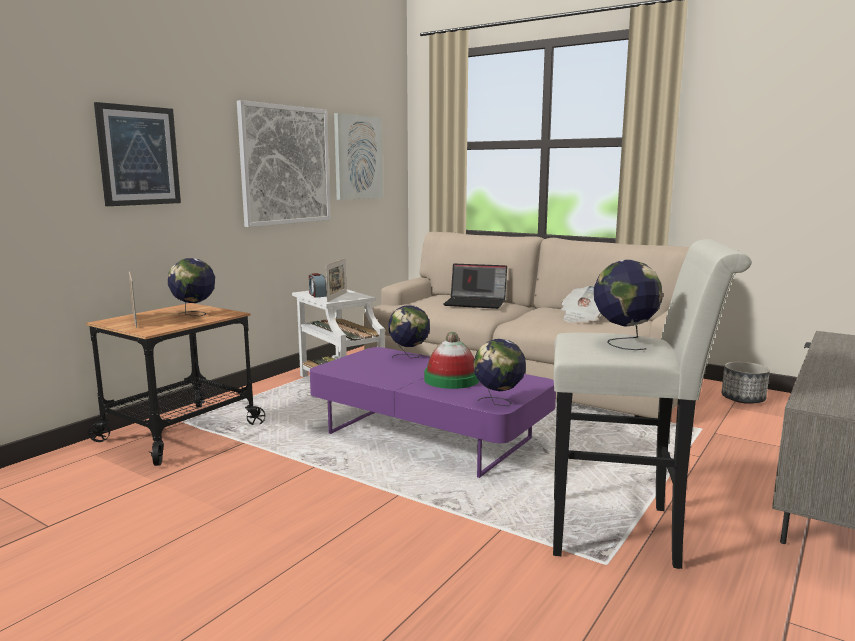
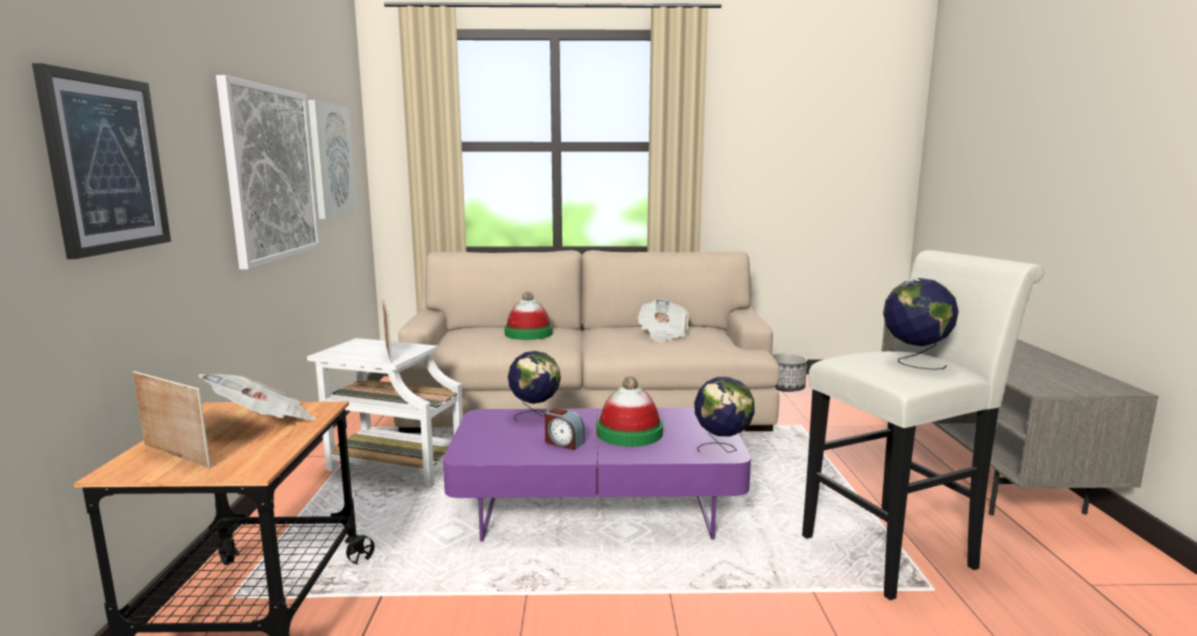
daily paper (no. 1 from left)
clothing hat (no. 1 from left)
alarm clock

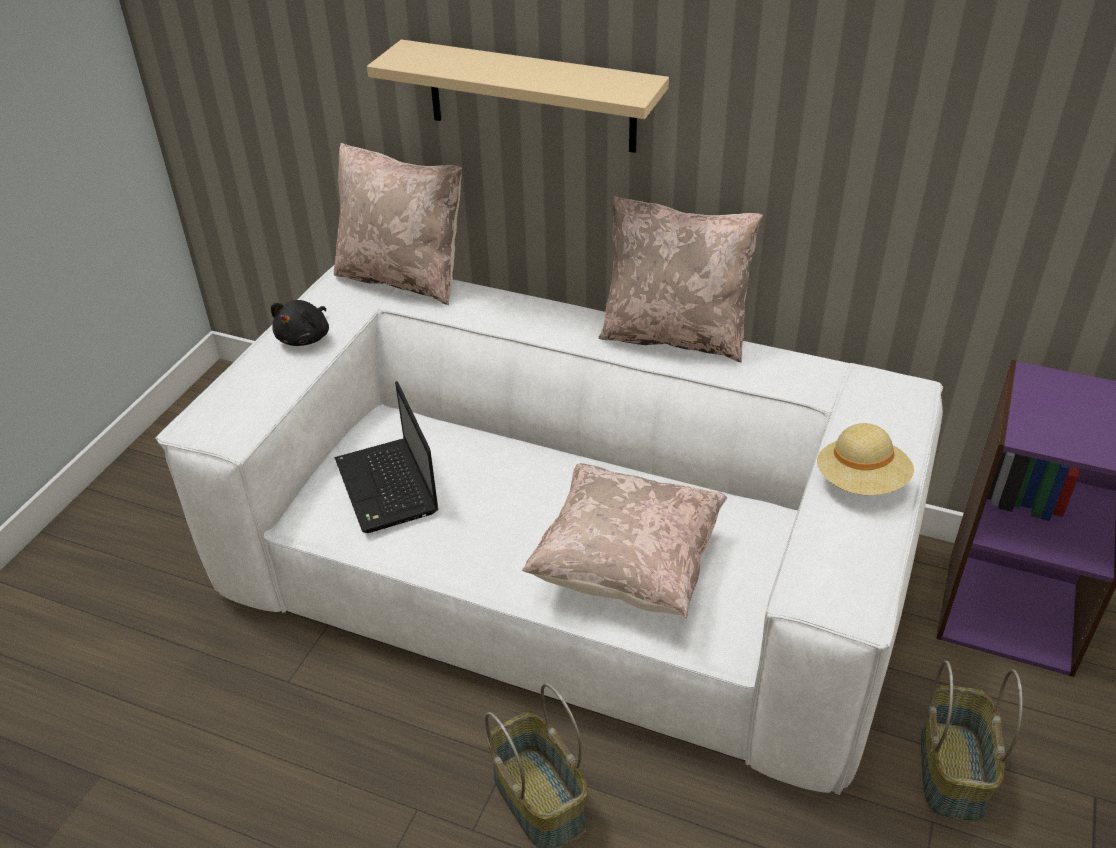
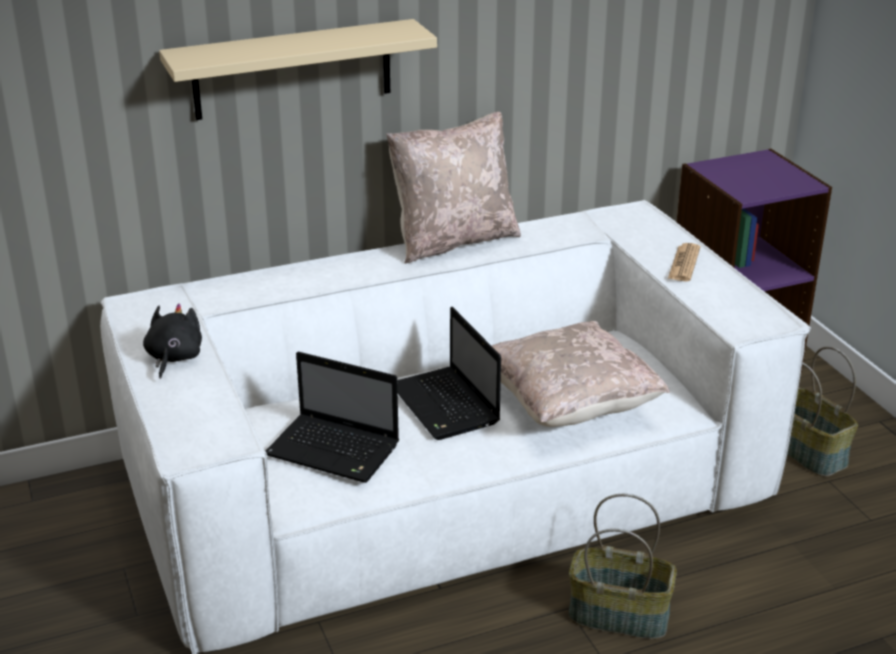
sand-coloured pillow (no. 1 from left in the first image)
black soft toy
daily paper
portable computer (no. 2 from left)

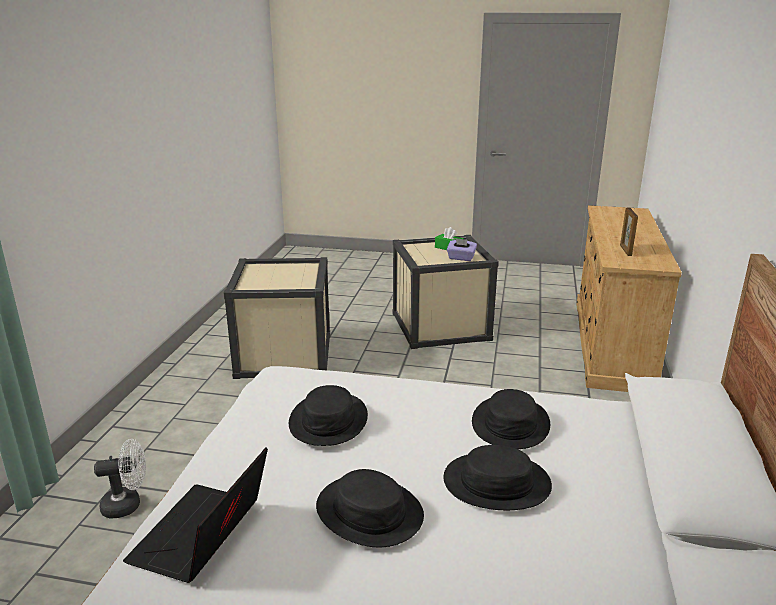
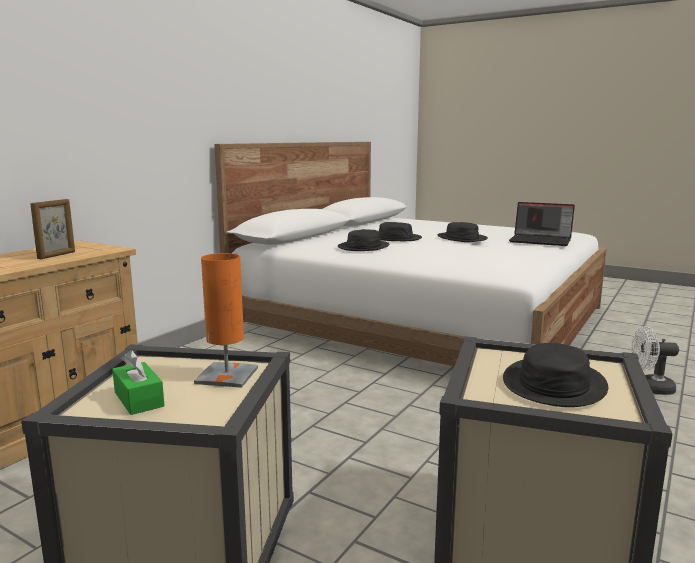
purplish tissue box
black clothing hat (no. 4 from left)
portable computer
orange table lamp

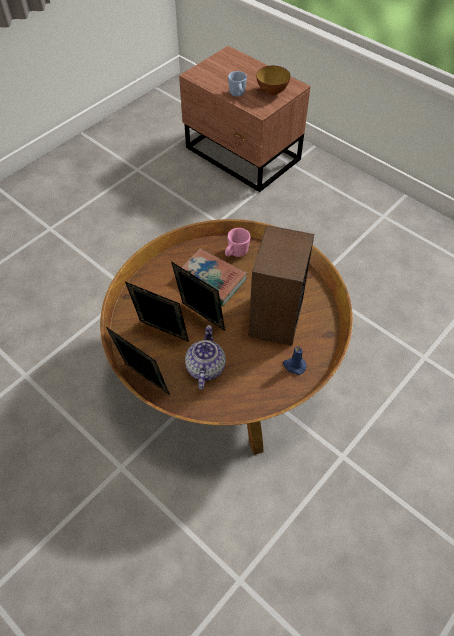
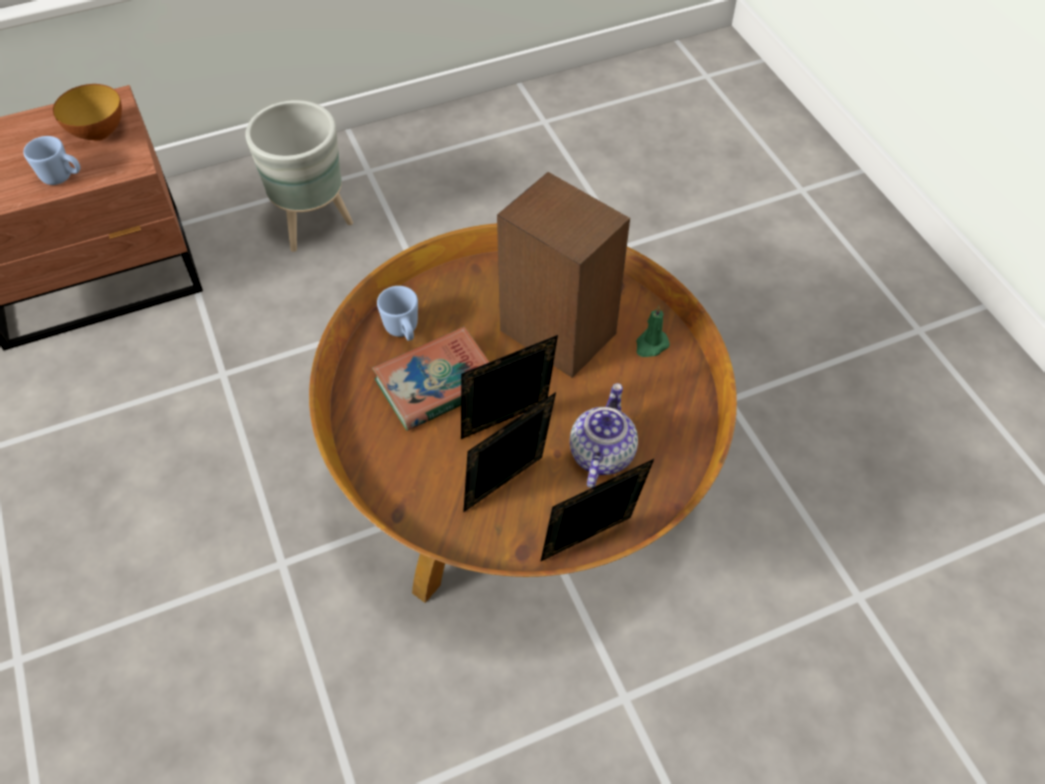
blue coffee mug (no. 2 from left)
tea pot
greenish wax candle
greyish flower pot

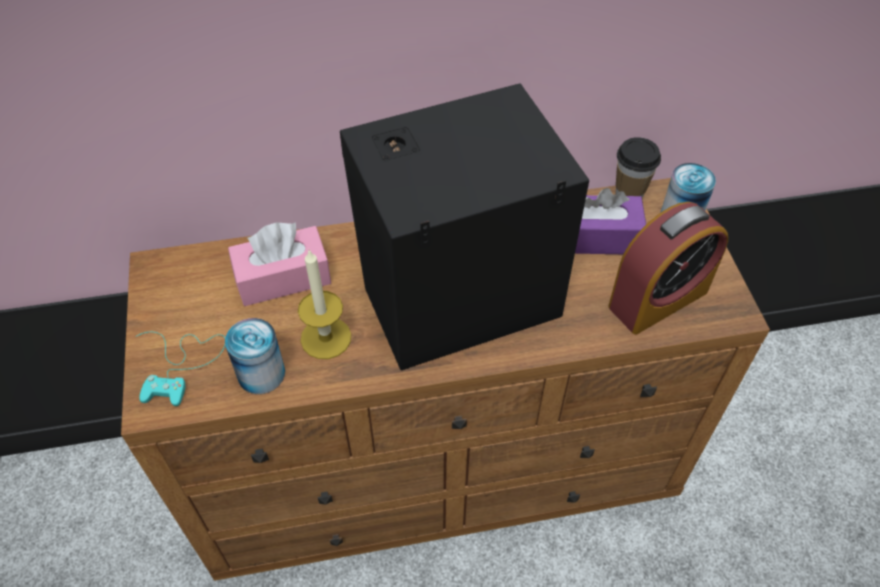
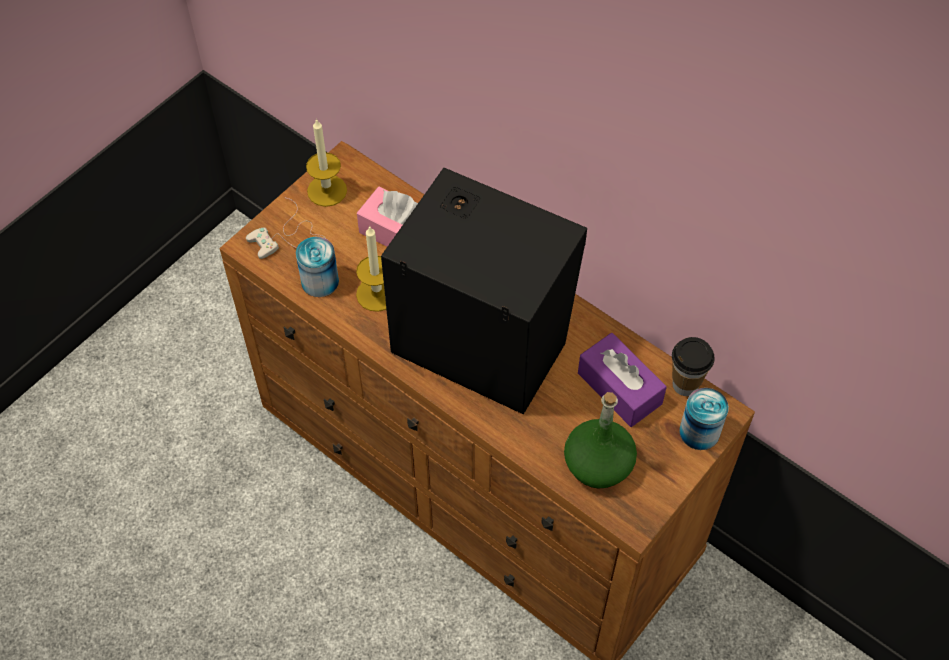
greenish bottle
whitish game controller
wax candle (no. 1 from left)

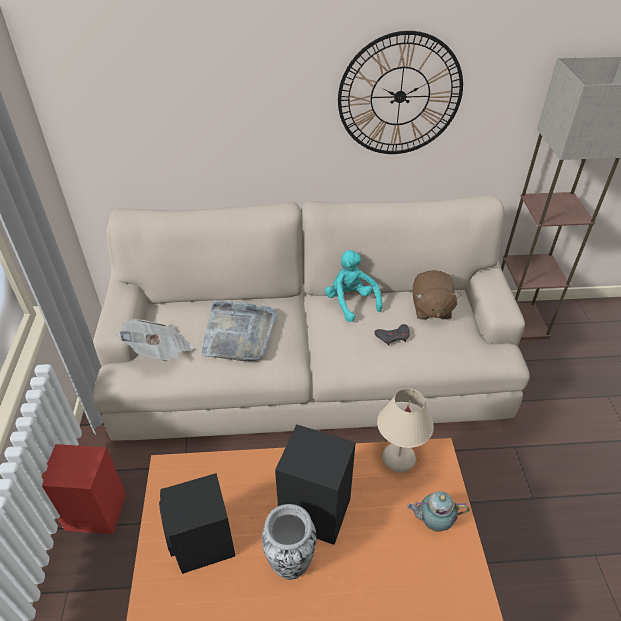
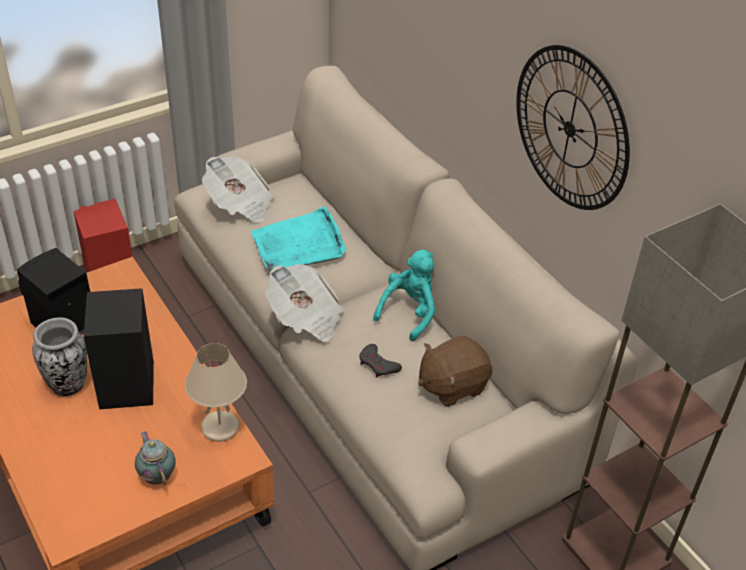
turquoise-coloured carrying tray
daily paper (no. 2 from left)

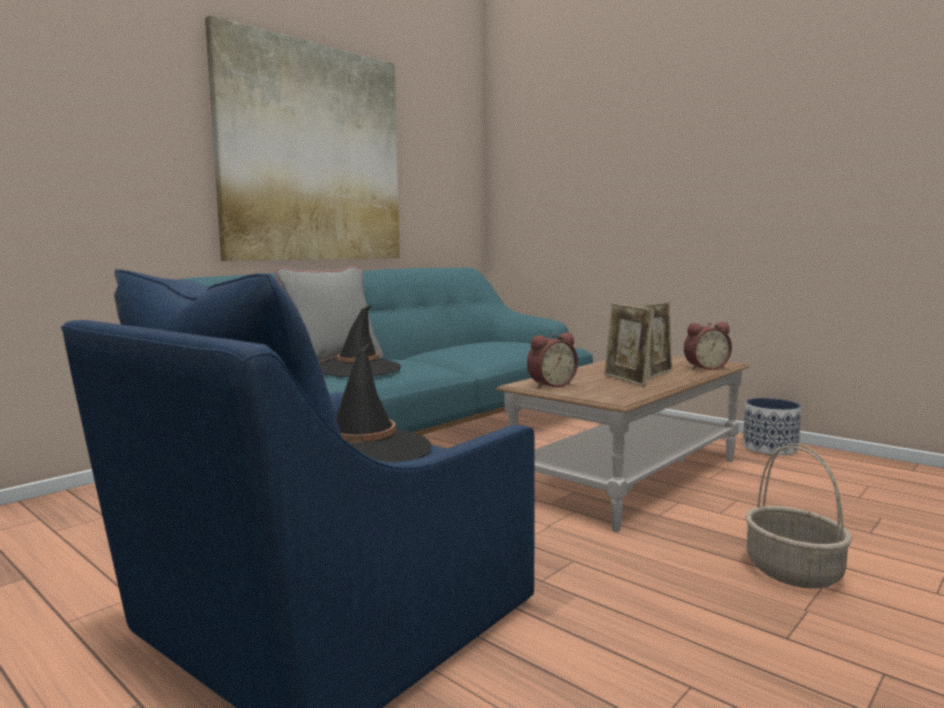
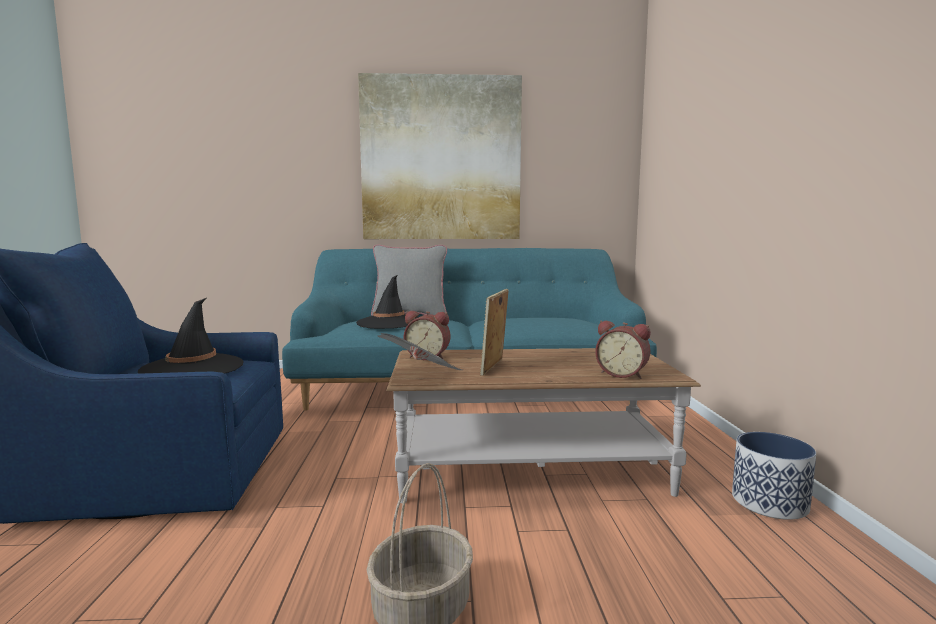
standing frame (no. 2 from left in the first image)
daily paper

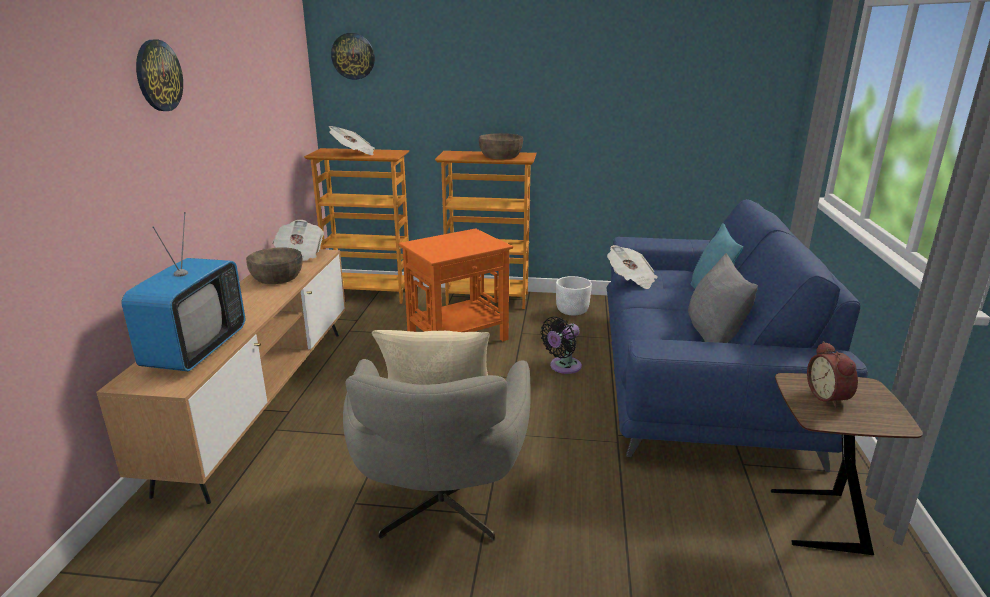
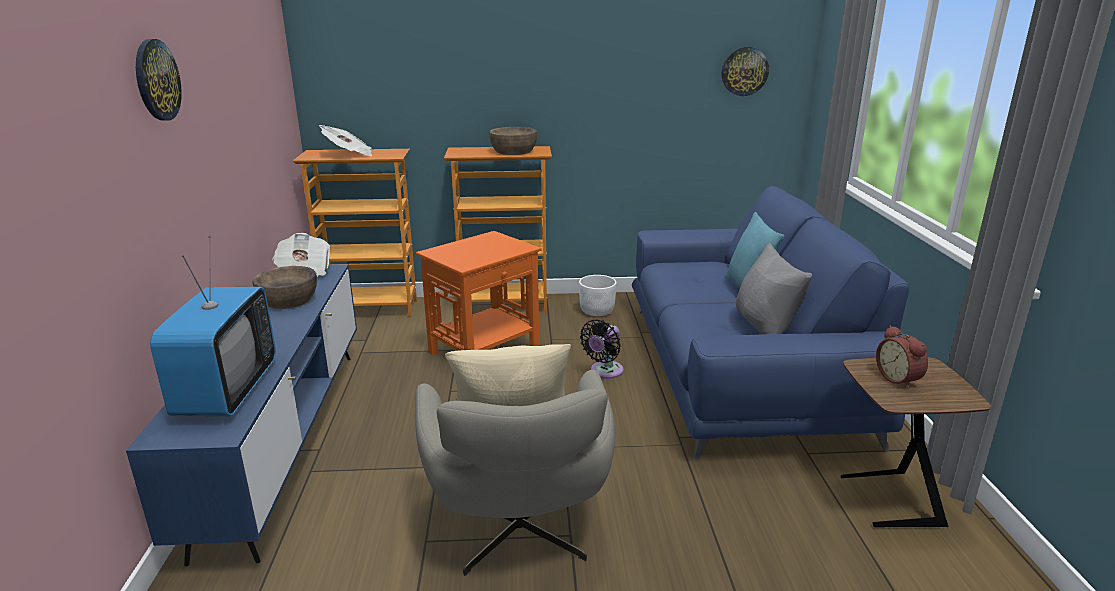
wall clock (no. 2 from left)
daily paper (no. 3 from left in the first image)
blue media console

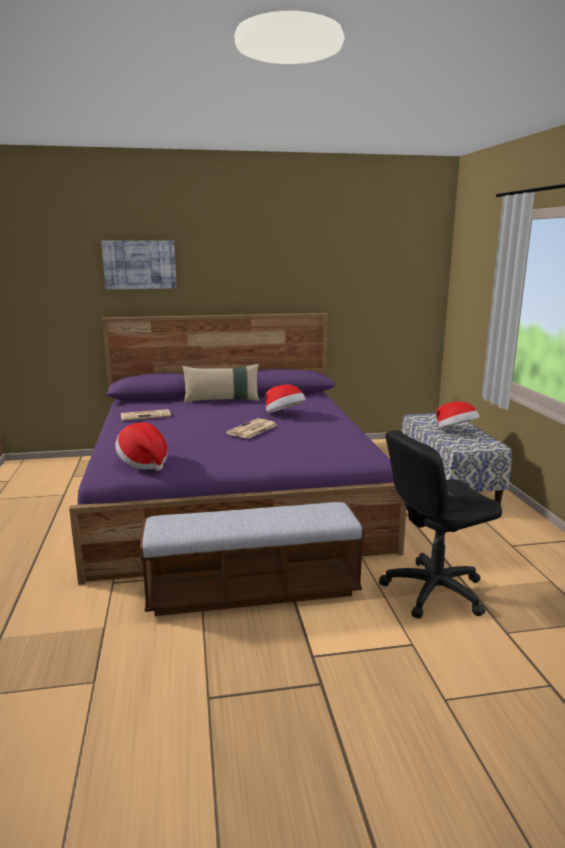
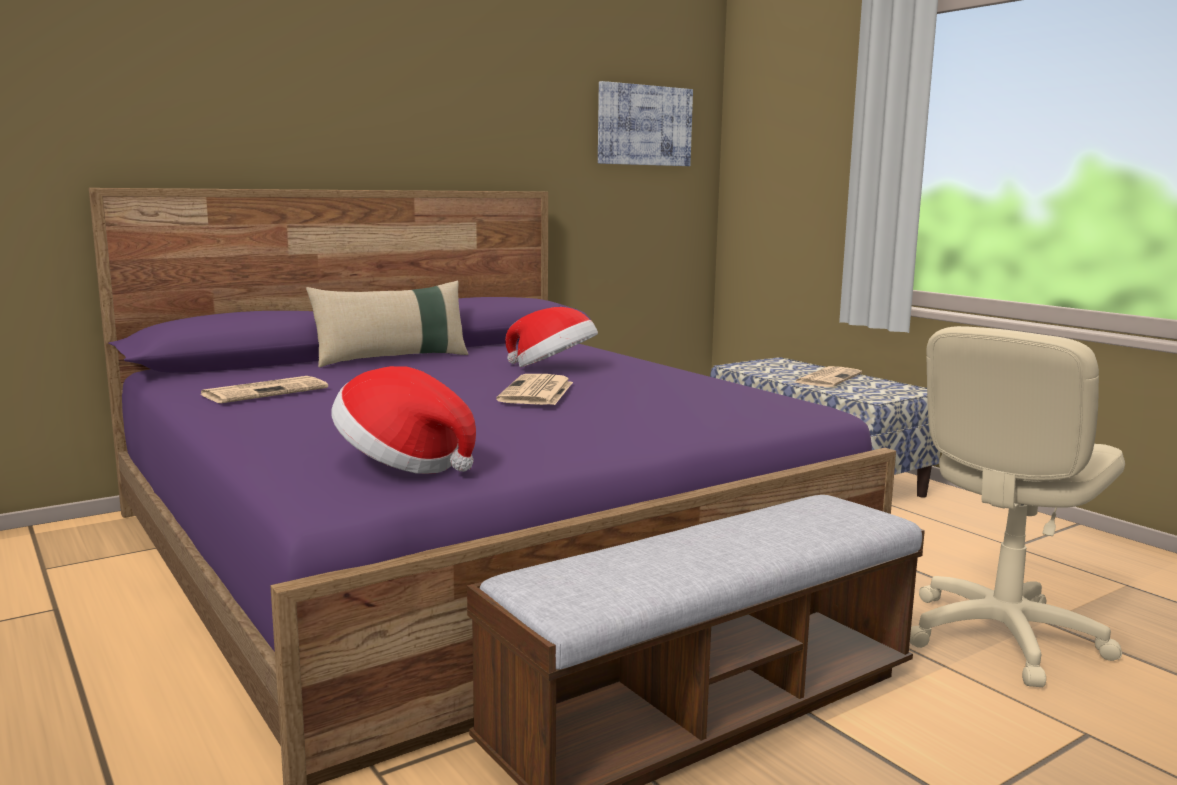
picture
daily paper (no. 3 from left)
sand-coloured computer chair

